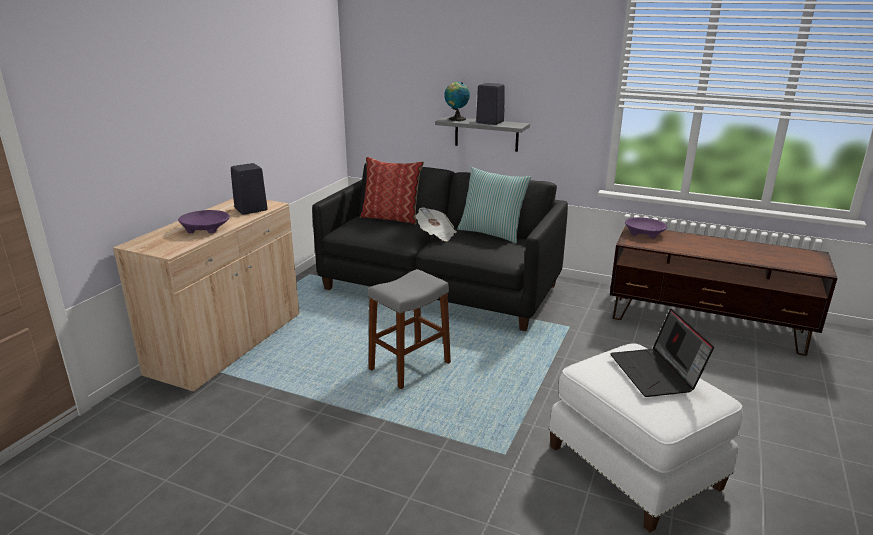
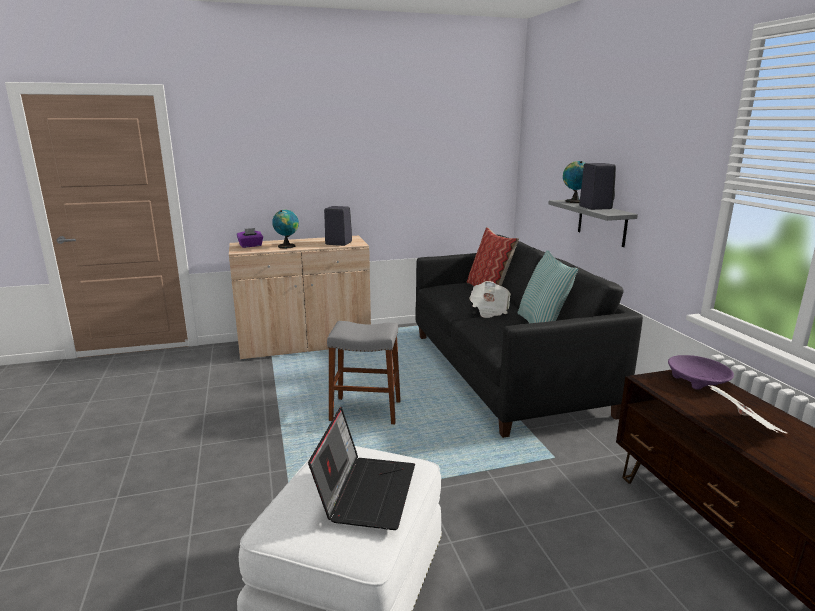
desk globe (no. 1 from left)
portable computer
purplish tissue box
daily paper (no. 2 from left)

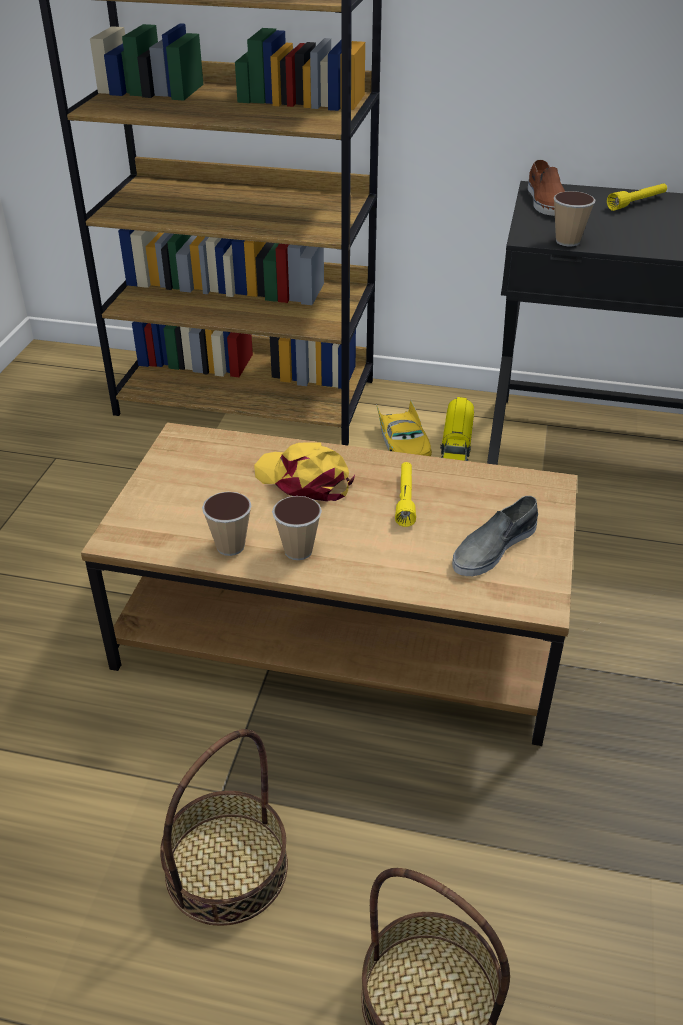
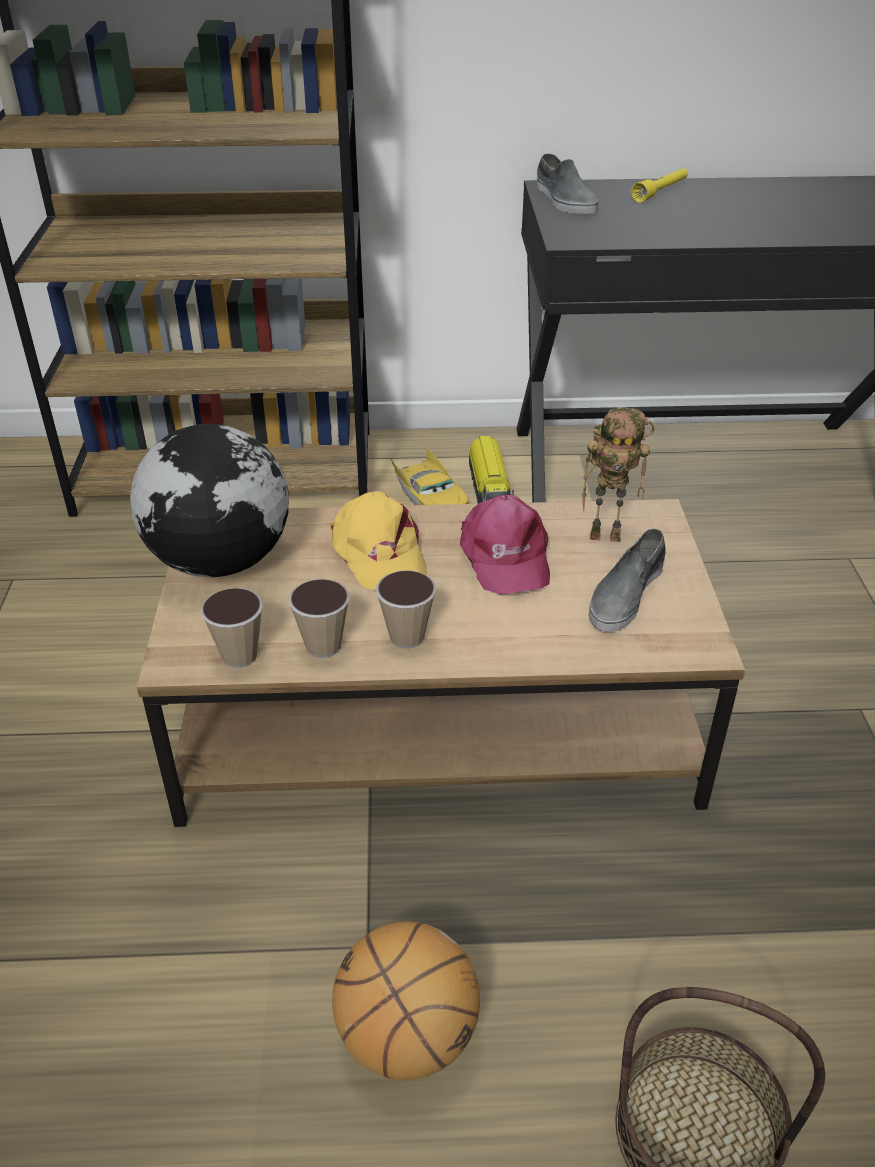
greyish item of footwear (no. 1 from left)
small cup (no. 1 from left)
yellow baseball cap
pinkish baseball cap
basketball
toy robot
desk globe

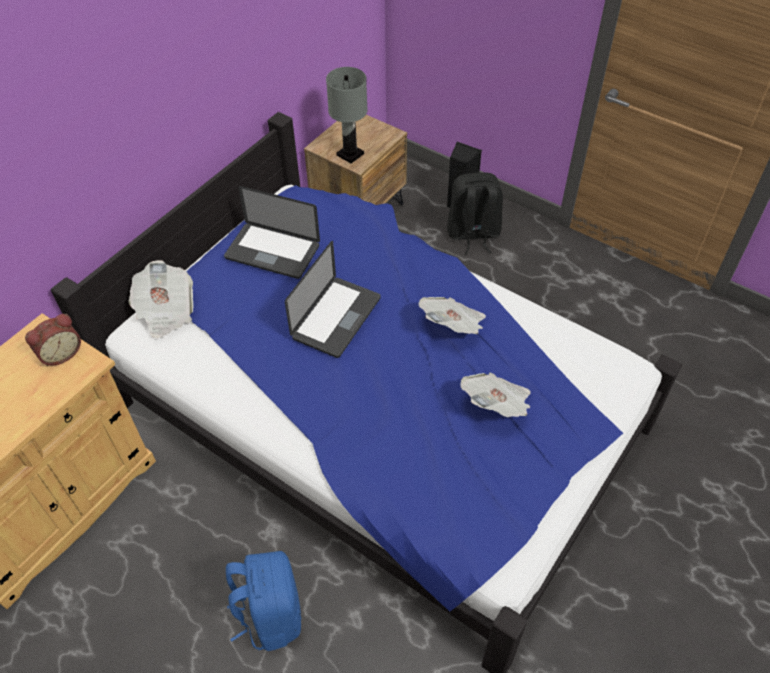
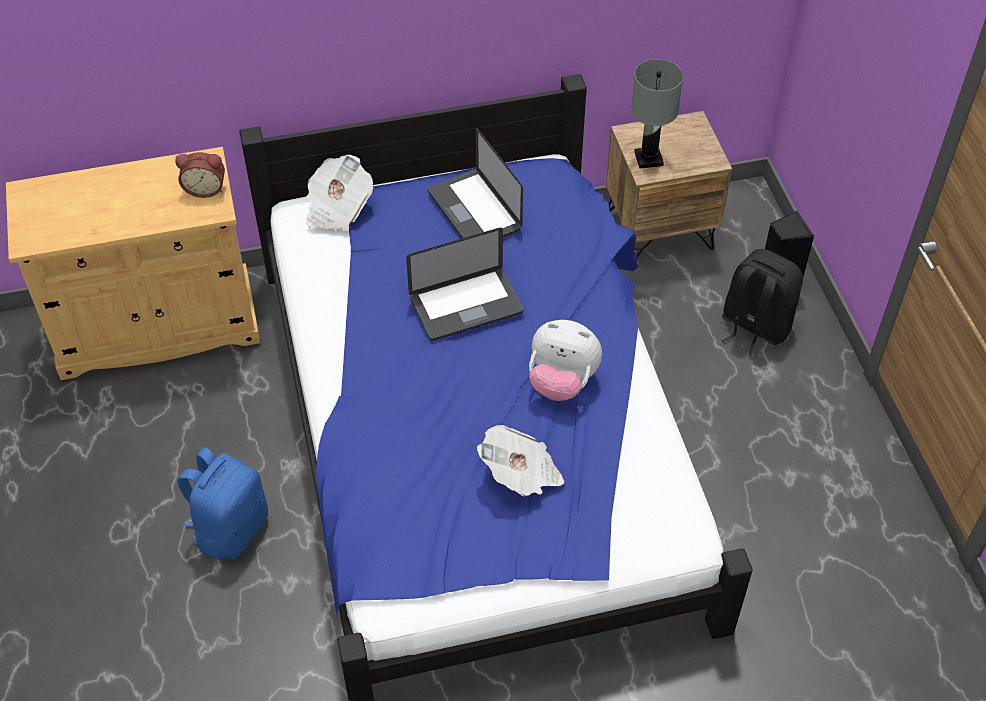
soft toy

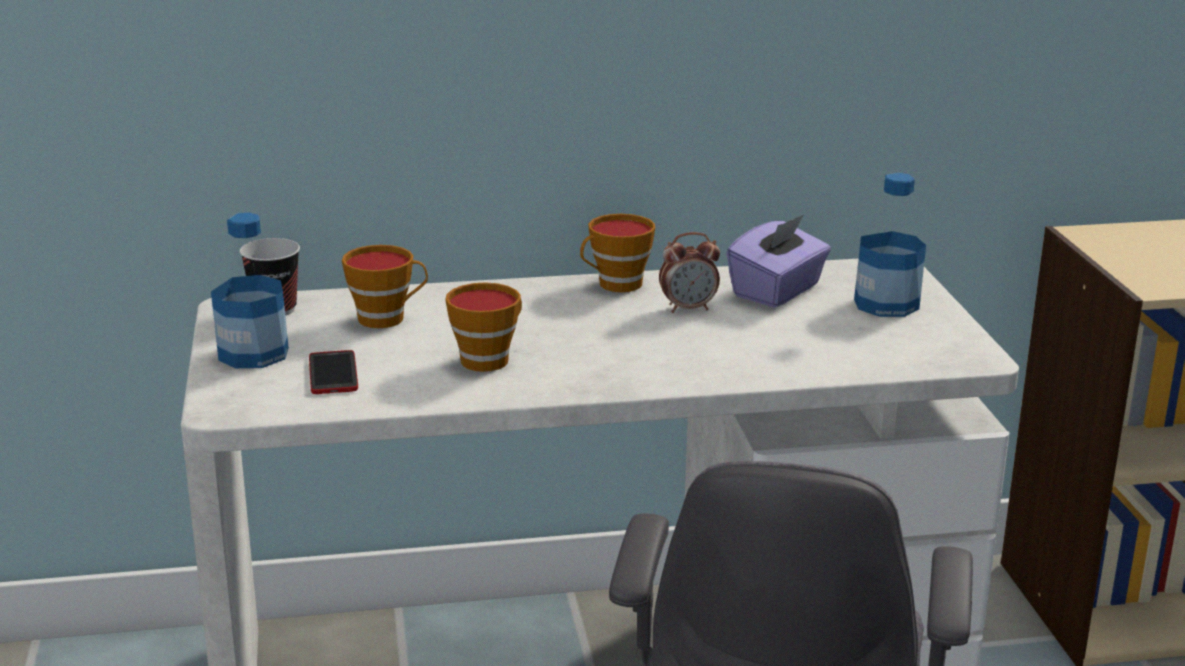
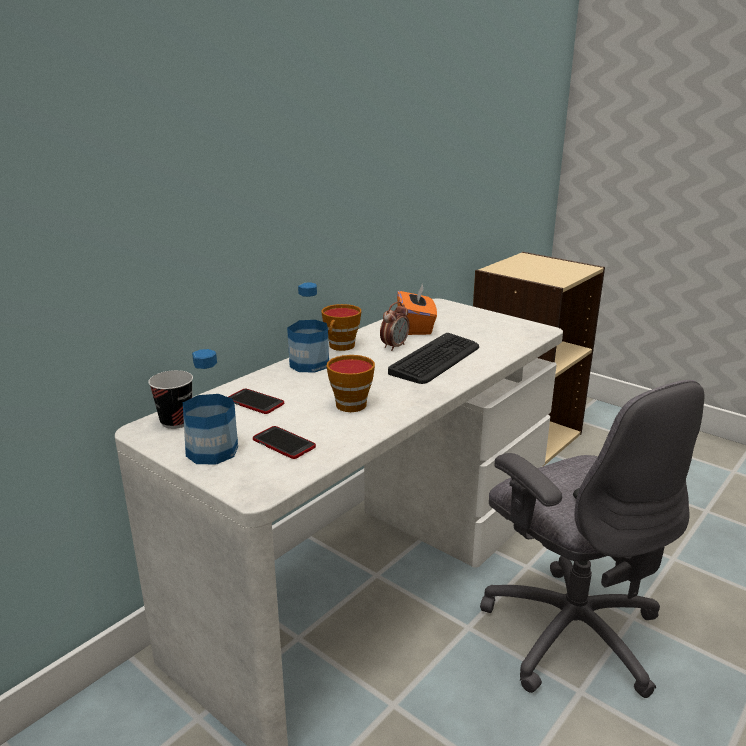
bottle (no. 2 from left)
orange tissue box
telephone (no. 1 from left)
computer keyboard

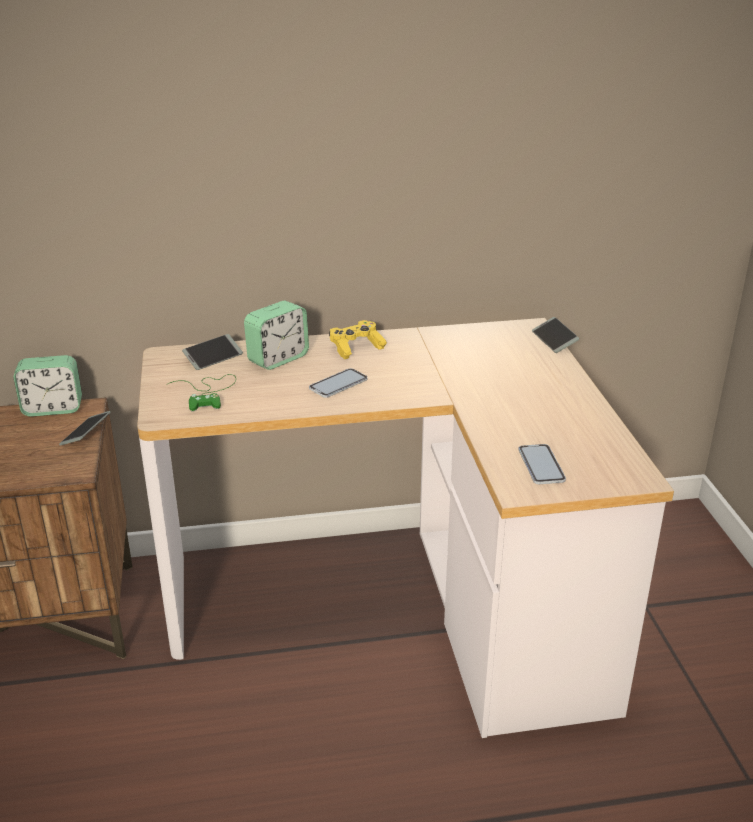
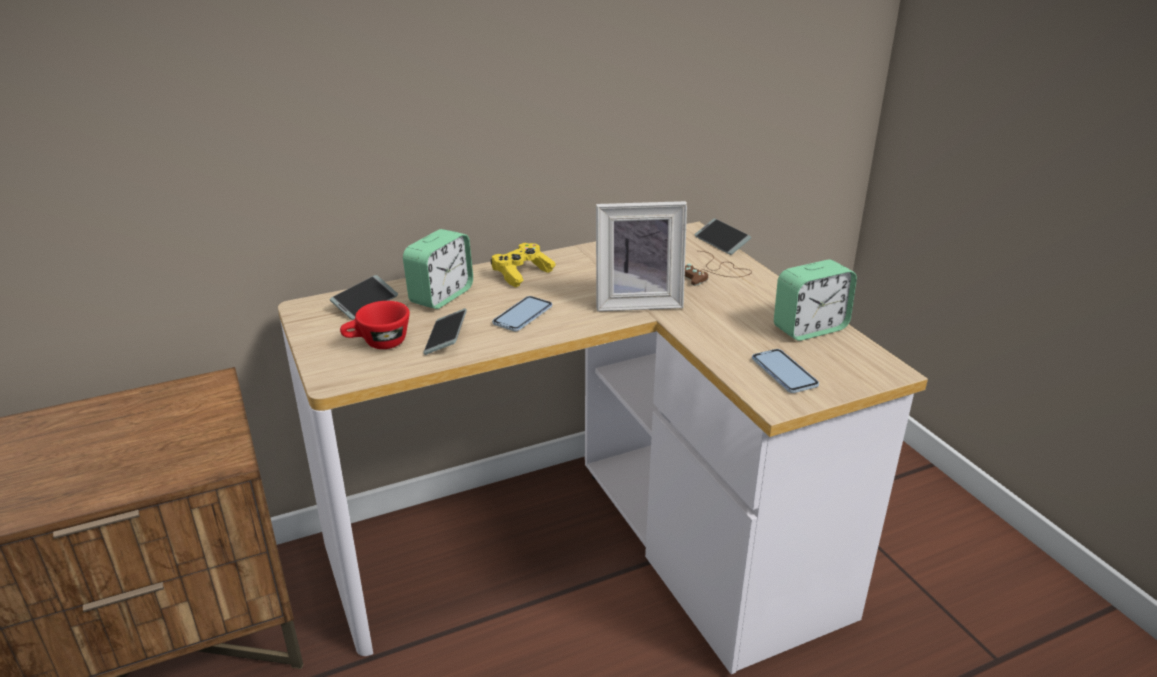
alarm clock (no. 2 from left)
red small cup
telephone (no. 2 from left)
standing frame
brown-coloured game controller

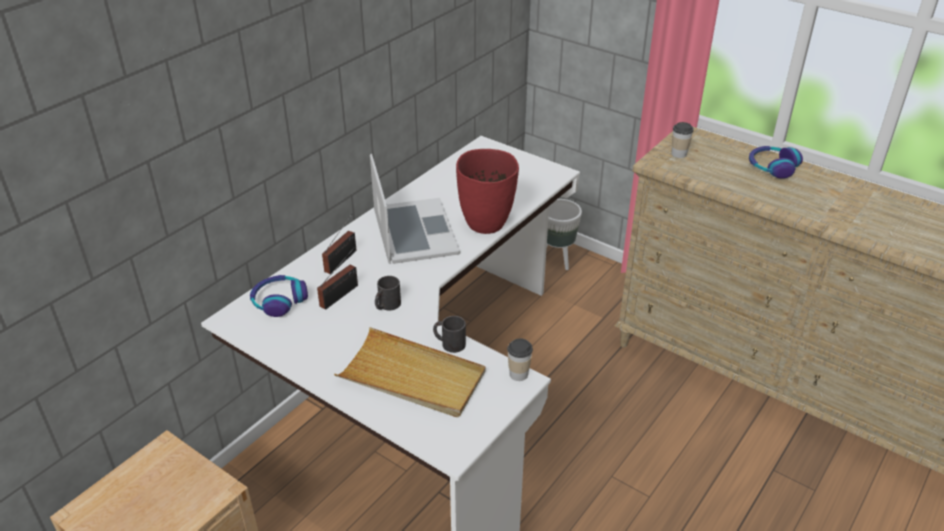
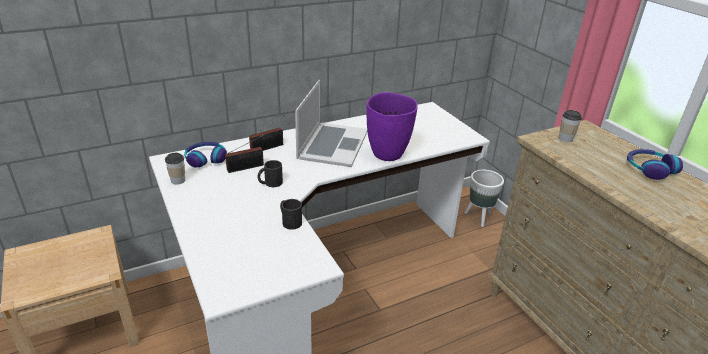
purplish flower vase
sand-coloured carrying tray
small cup (no. 1 from left)

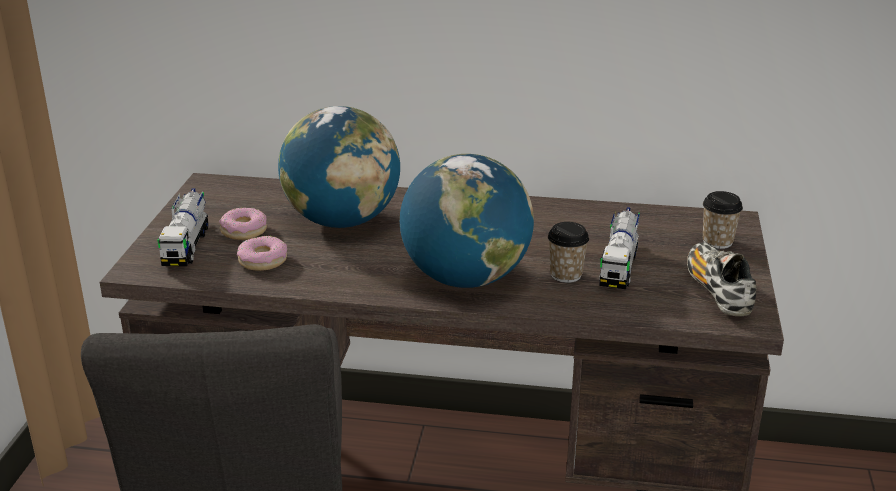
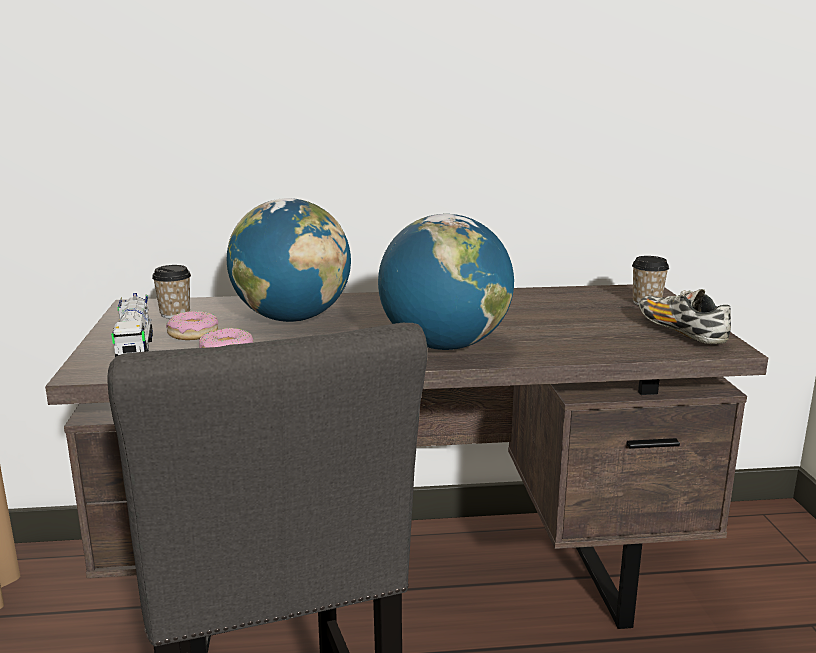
model truck (no. 2 from left in the first image)
small cup (no. 1 from left)

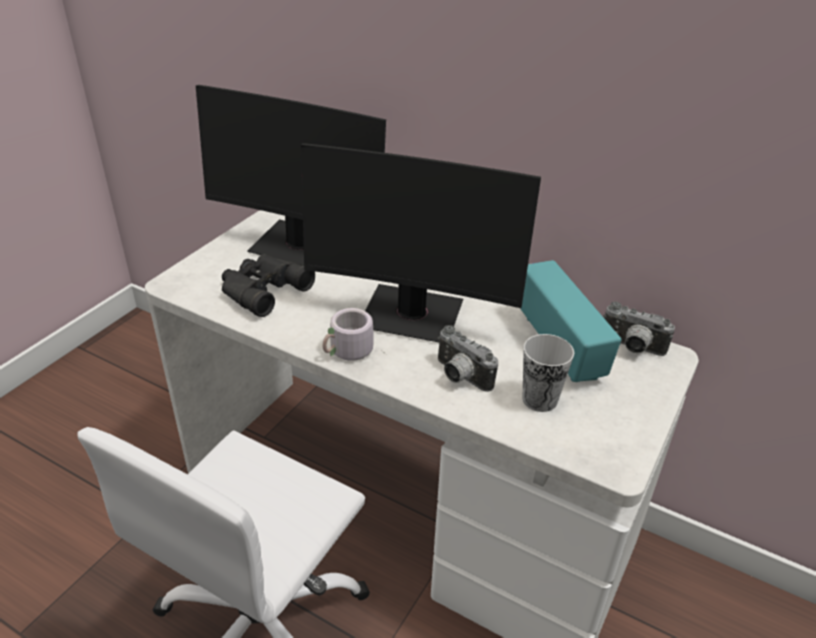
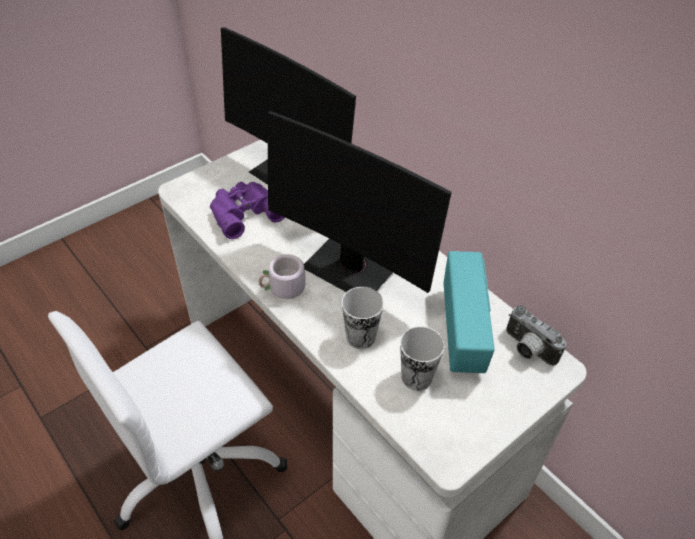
purplish pair of binoculars
small cup (no. 1 from left)

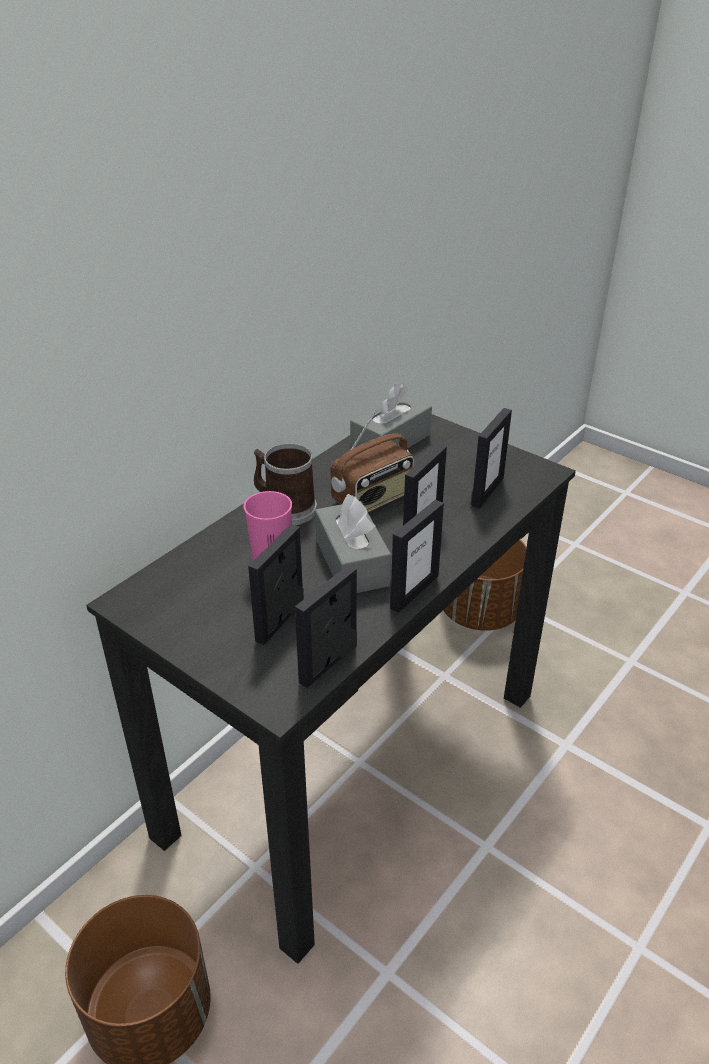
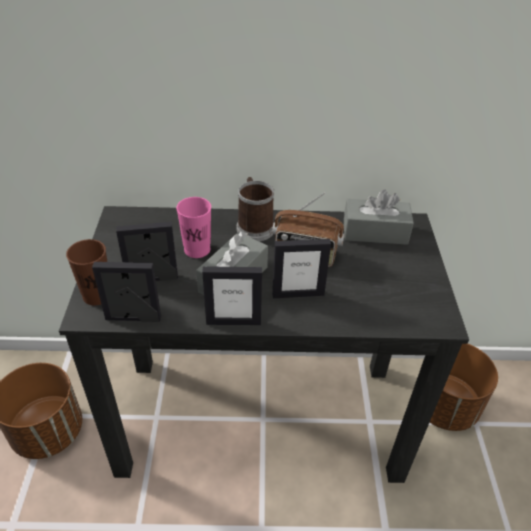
standing frame (no. 5 from left in the first image)
brown-coloured small cup

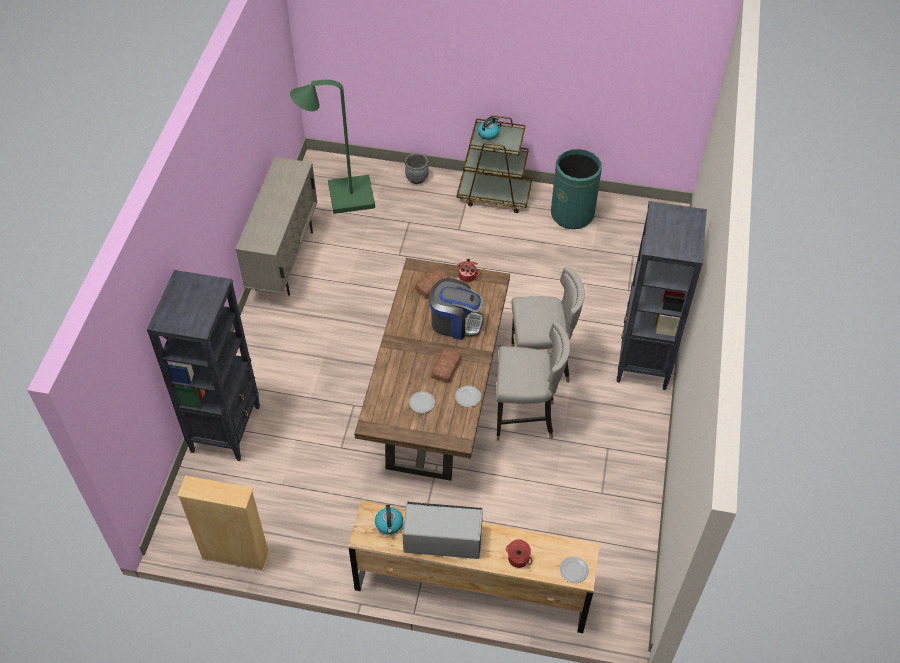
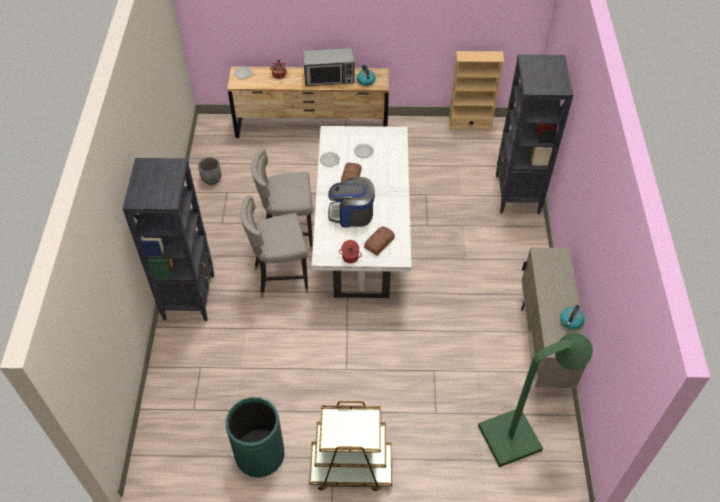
water kettle (no. 2 from left)
greyish flower pot
whitish dining table

